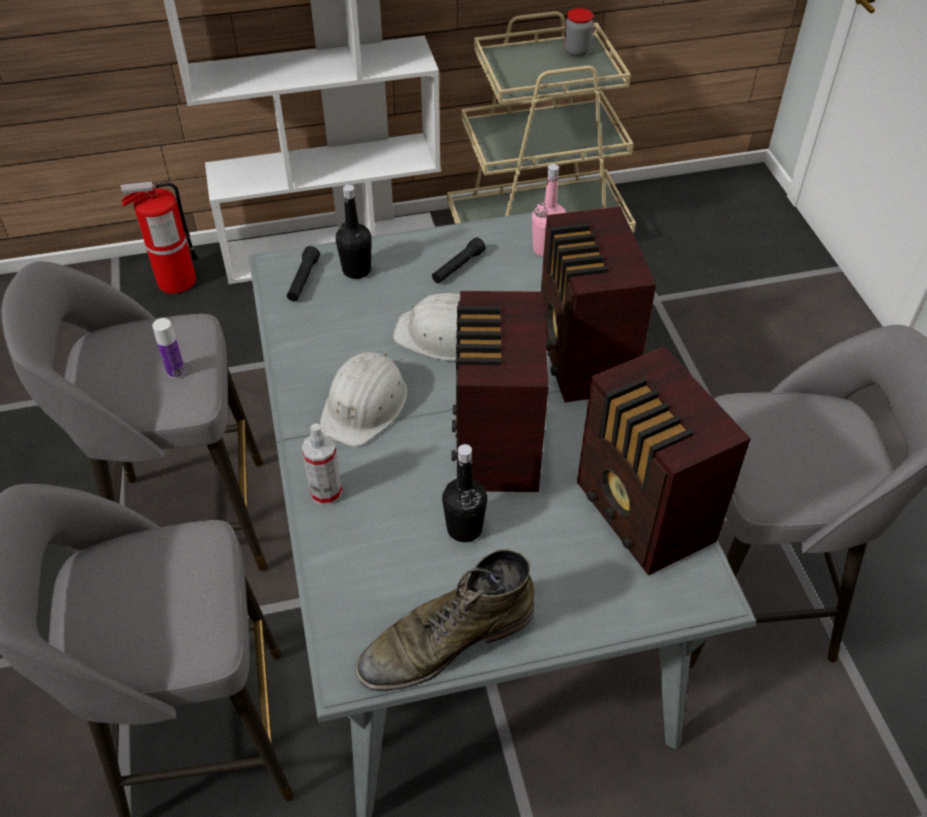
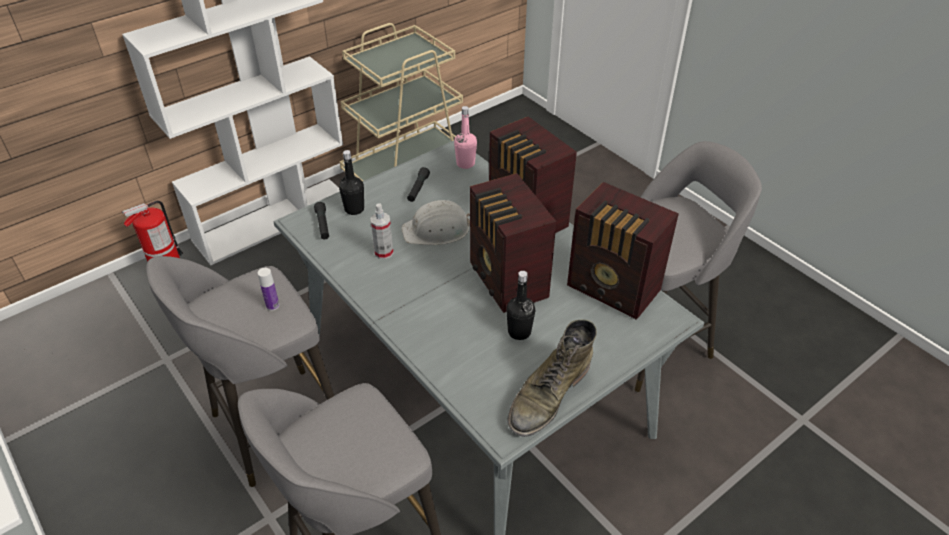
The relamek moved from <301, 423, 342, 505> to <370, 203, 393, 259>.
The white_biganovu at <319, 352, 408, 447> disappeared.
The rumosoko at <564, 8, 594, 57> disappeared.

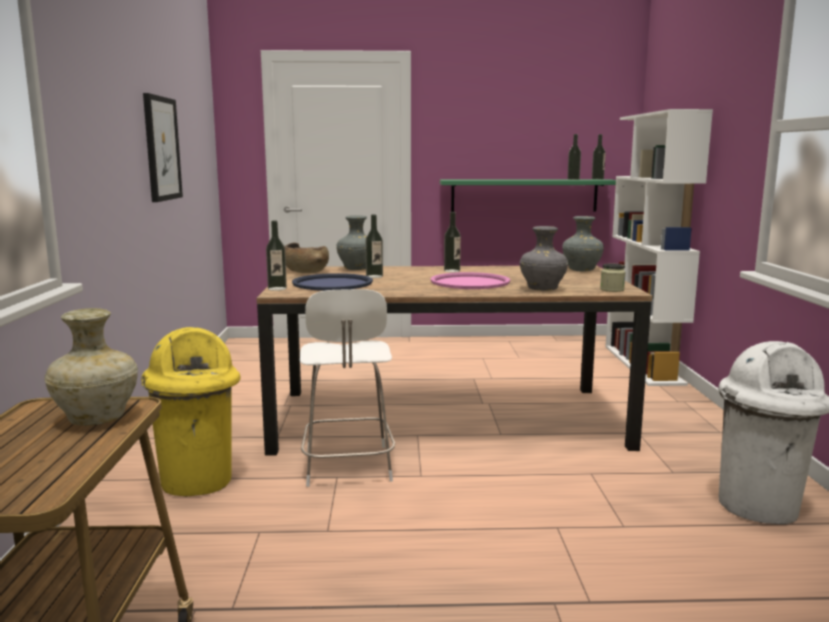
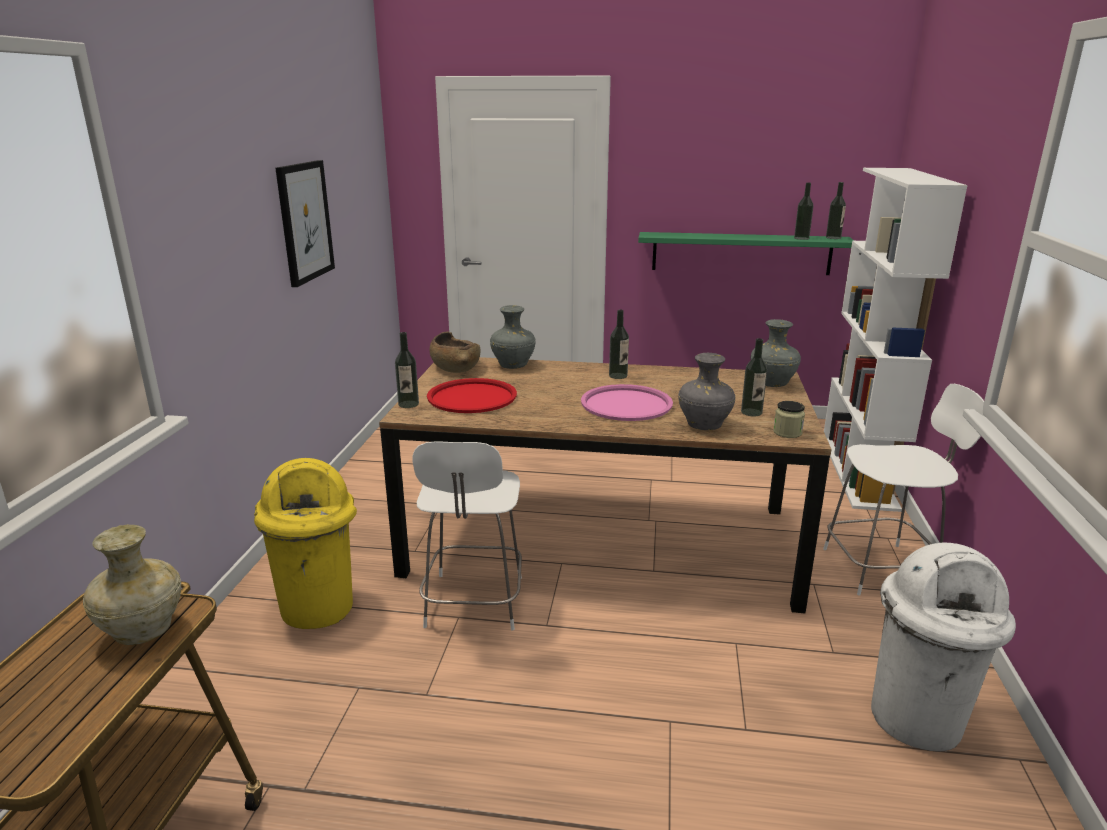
The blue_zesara at <292, 273, 373, 291> became the red_zesara at <427, 378, 517, 413>.
The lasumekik moved from <366, 214, 383, 278> to <741, 338, 767, 416>.
The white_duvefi at <823, 384, 986, 596> appeared.

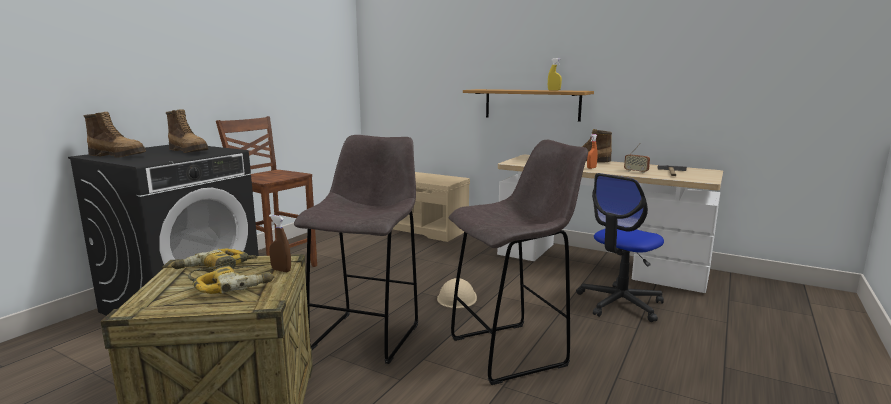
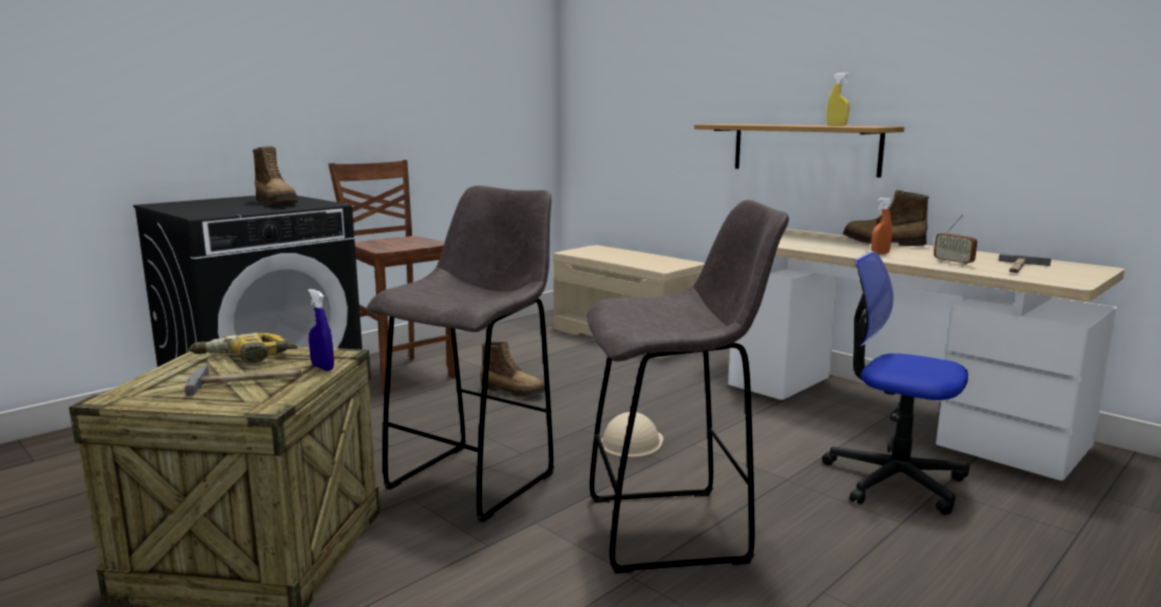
The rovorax moved from <84, 112, 146, 158> to <481, 341, 545, 397>.
The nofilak at <188, 265, 275, 294> was replaced by the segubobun at <185, 365, 301, 396>.
The brown_relamek at <269, 215, 291, 272> became the blue_relamek at <308, 289, 334, 371>.
The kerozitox at <576, 173, 664, 322> turned 60 degrees clockwise.

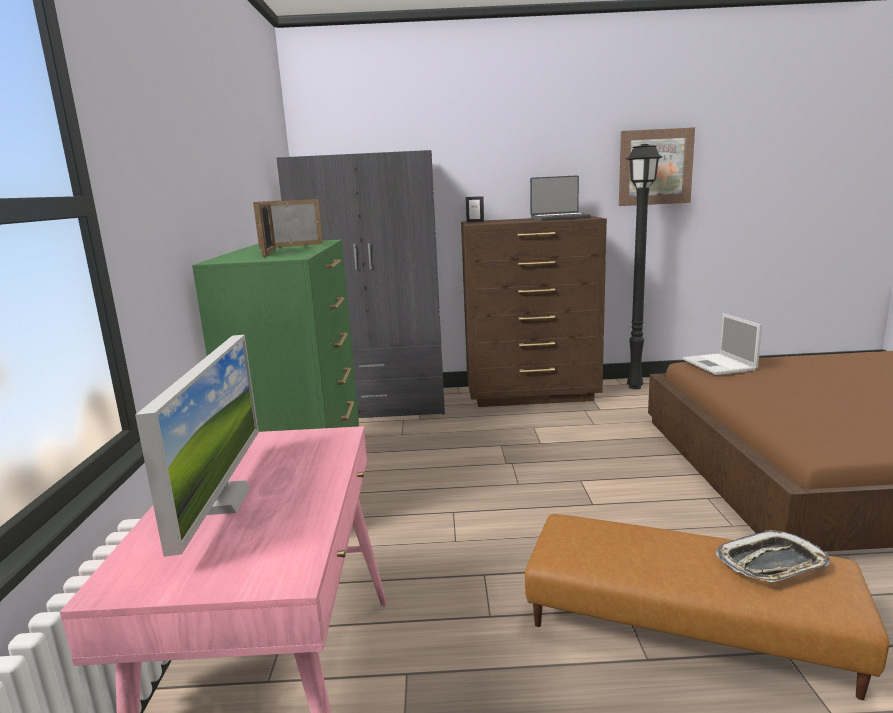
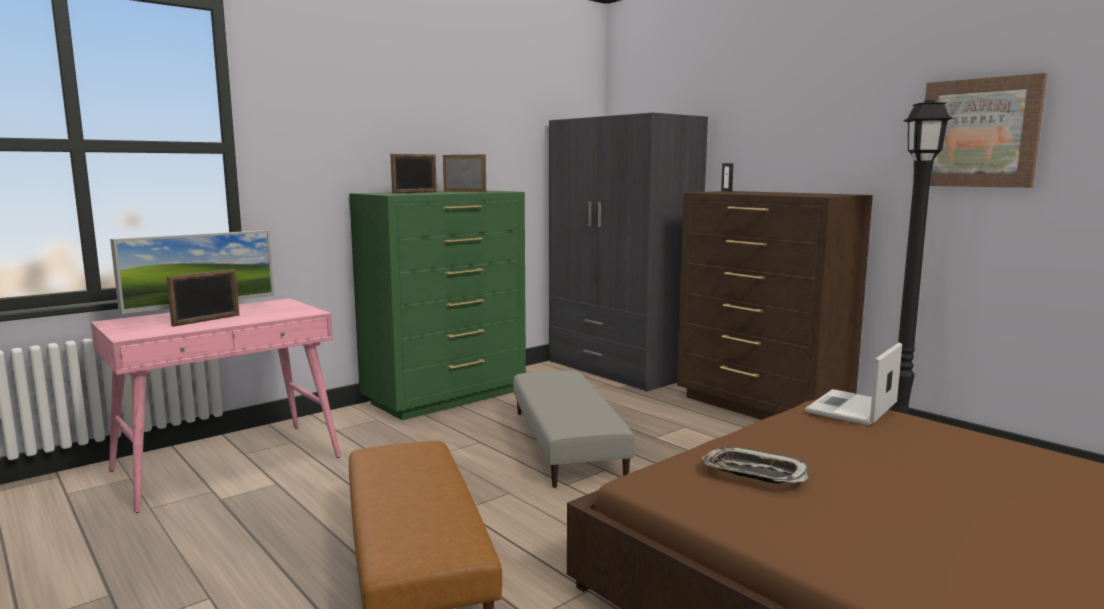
The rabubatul at <530, 175, 591, 221> disappeared.
The zesara moved from <716, 530, 830, 582> to <702, 447, 809, 484>.
The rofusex at <167, 269, 239, 327> appeared.
The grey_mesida at <513, 370, 635, 488> appeared.

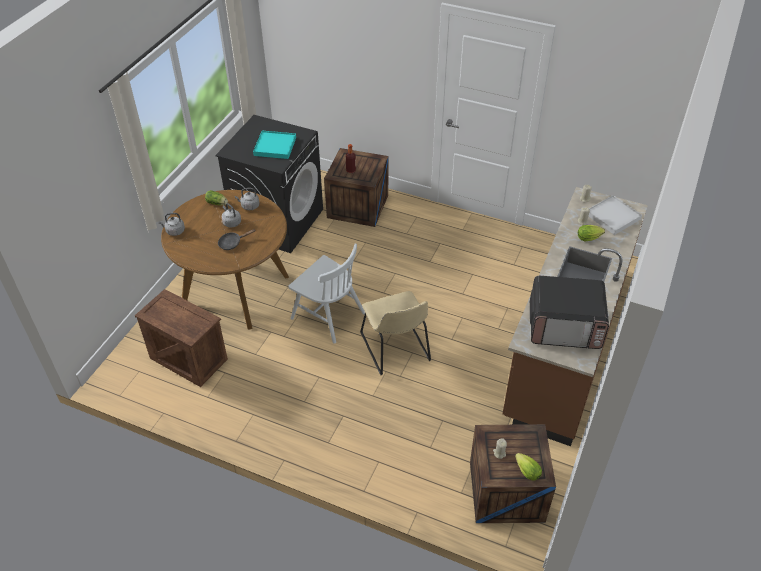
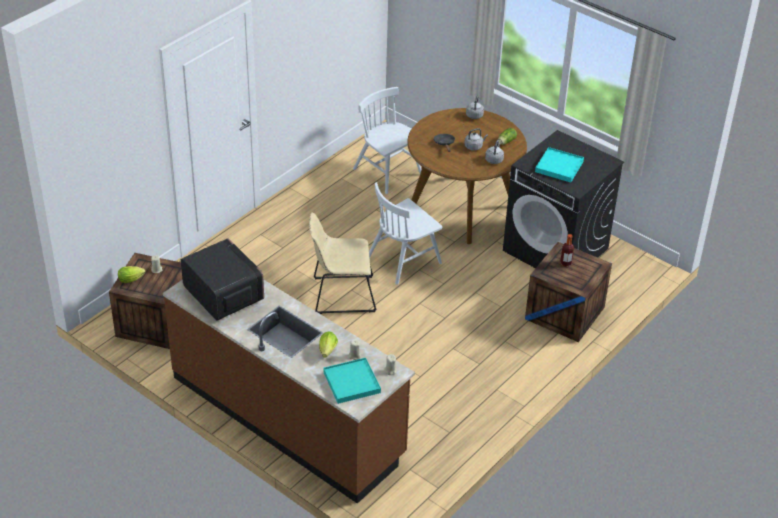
The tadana at <135, 289, 228, 387> was replaced by the white_duvefi at <353, 87, 421, 194>.
The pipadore at <530, 276, 609, 349> turned 120 degrees clockwise.
The white_zesara at <588, 195, 642, 235> became the turquoise_zesara at <323, 358, 381, 404>.

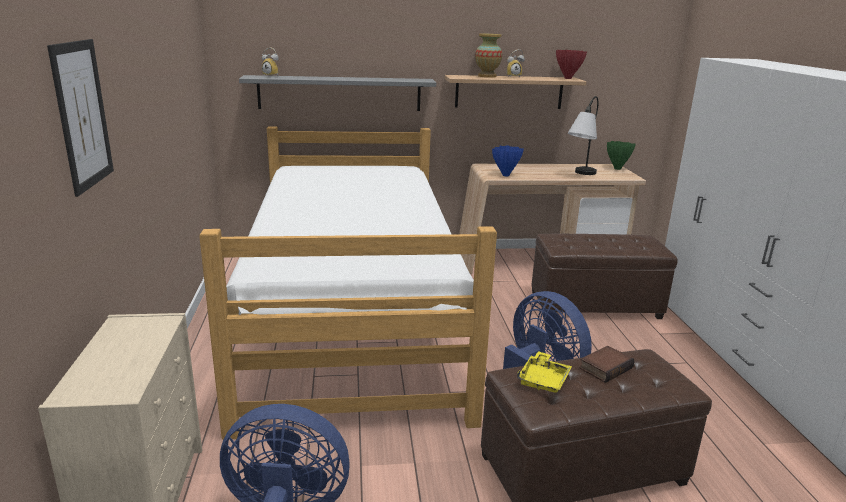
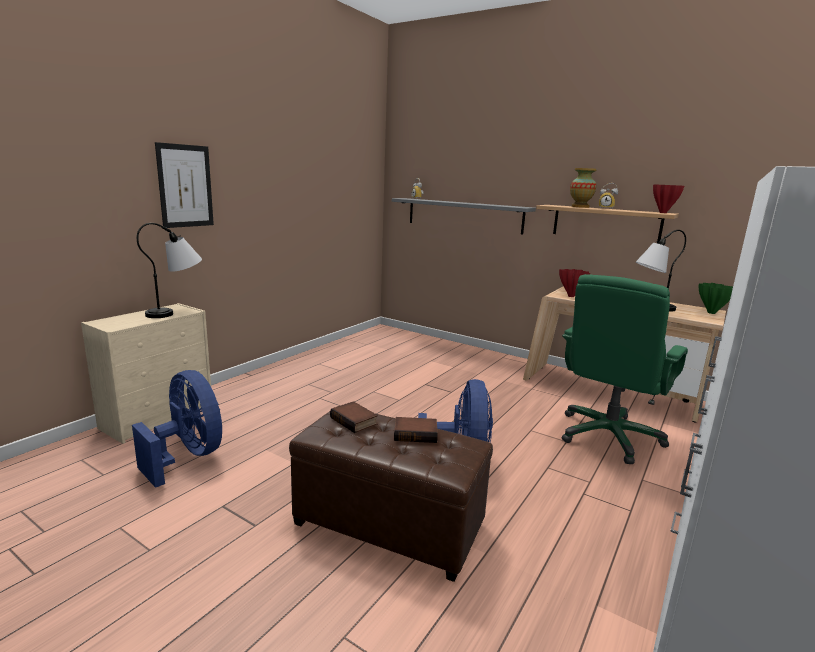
The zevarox at <199, 126, 497, 440> disappeared.
The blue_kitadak at <492, 145, 524, 176> became the red_kitadak at <559, 269, 591, 297>.
The yellow_zesara at <517, 351, 572, 393> was replaced by the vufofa at <330, 401, 378, 433>.
The brown_mesida at <531, 234, 678, 319> was replaced by the green_kerozitox at <562, 274, 688, 464>.
The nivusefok at <137, 223, 202, 318> appeared.

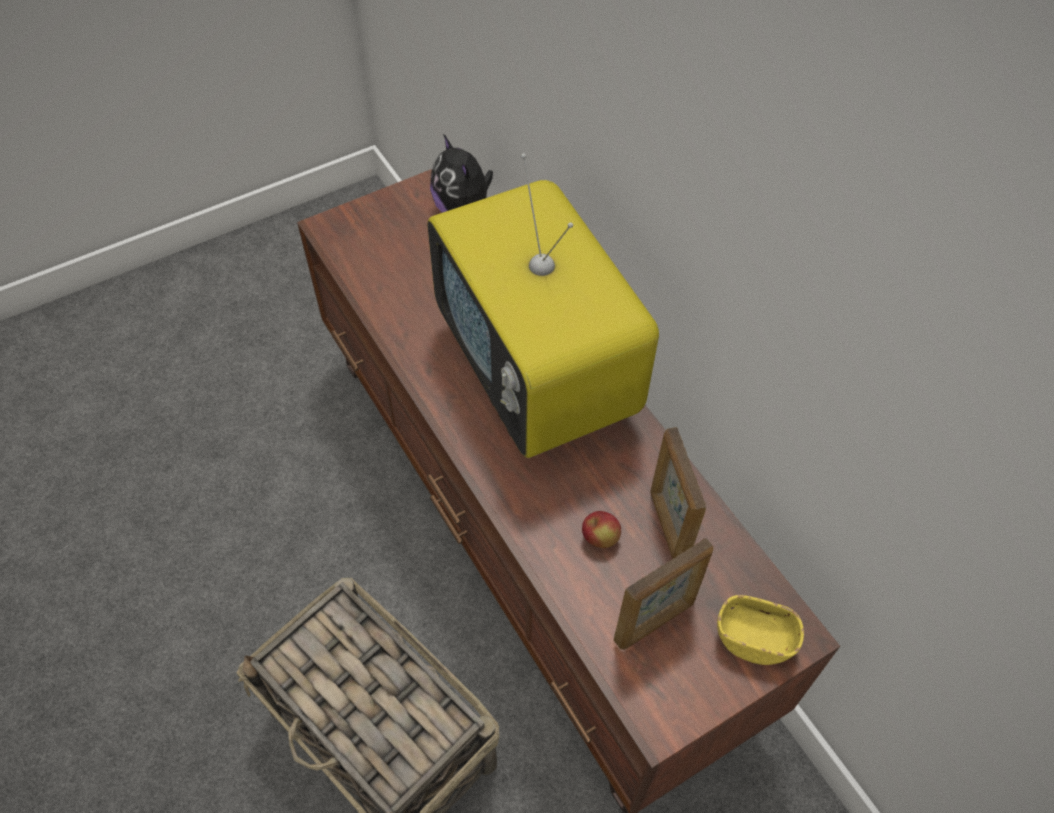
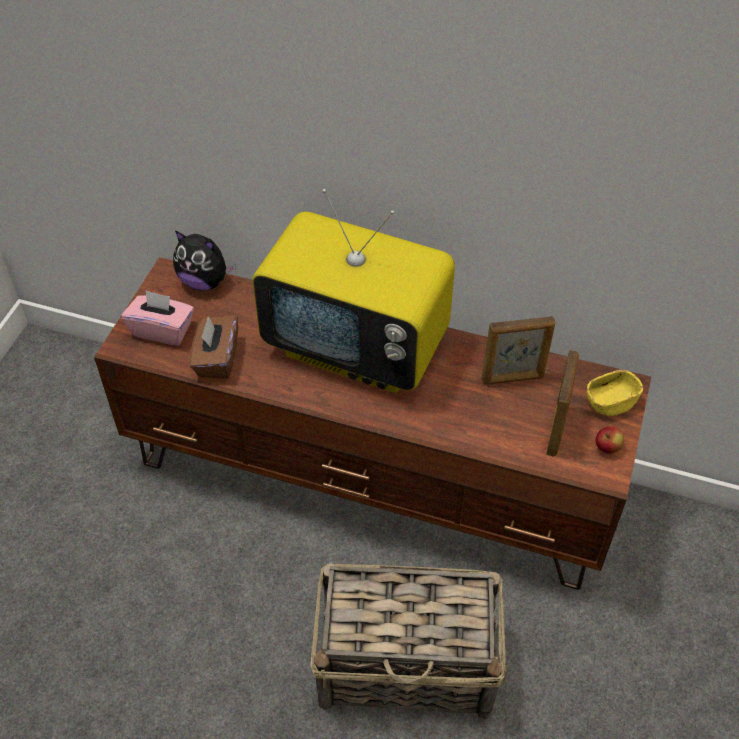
The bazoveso moved from <582, 511, 621, 548> to <595, 426, 624, 454>.
The rofusex at <650, 427, 706, 559> turned 45 degrees counterclockwise.
The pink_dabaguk at <122, 290, 194, 346> appeared.
The brown_dabaguk at <190, 315, 238, 379> appeared.

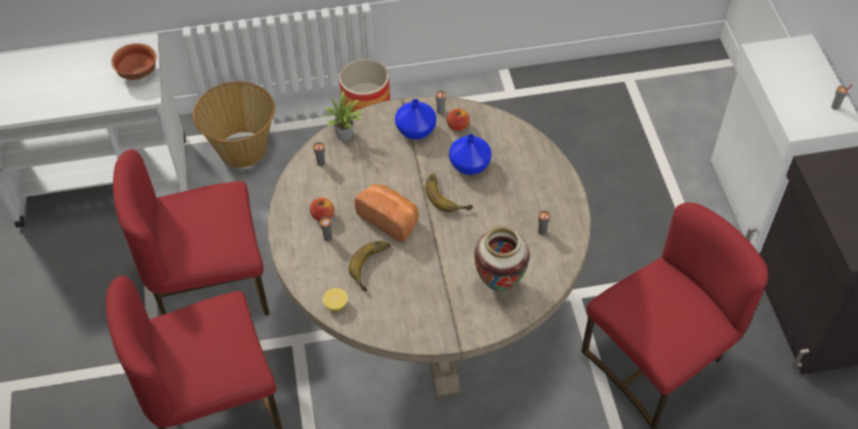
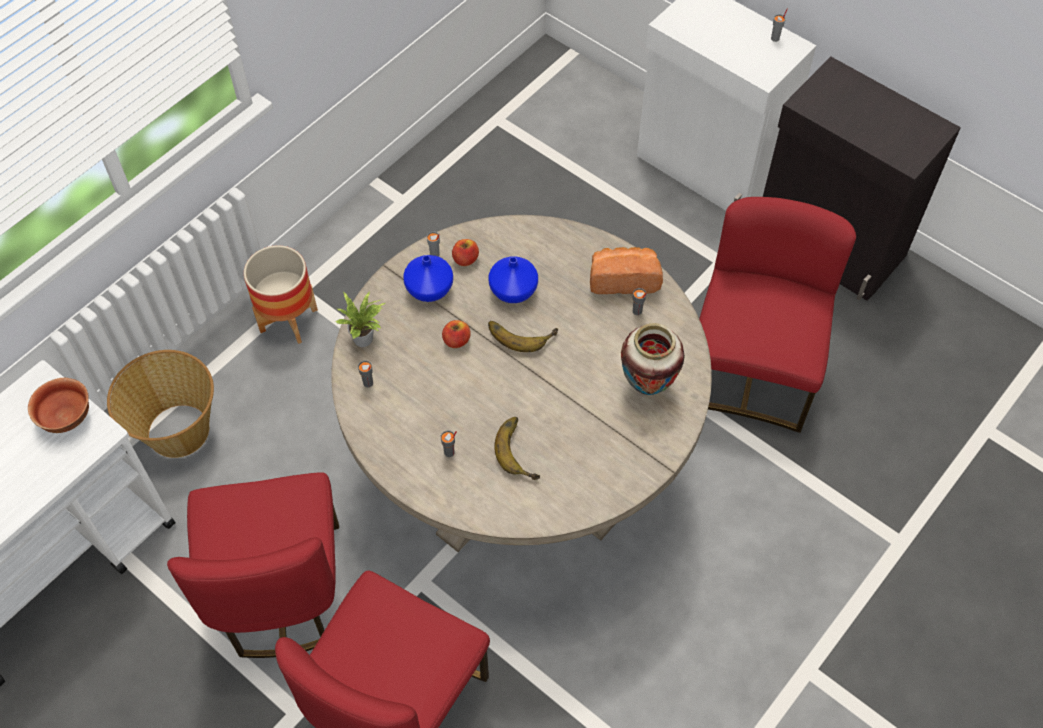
The red_duvefi at <113, 149, 270, 316> turned 45 degrees counterclockwise.
The bazoveso moved from <310, 198, 334, 221> to <442, 320, 471, 348>.
The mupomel at <322, 288, 348, 311> disappeared.
The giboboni moved from <354, 184, 419, 242> to <590, 247, 663, 294>.

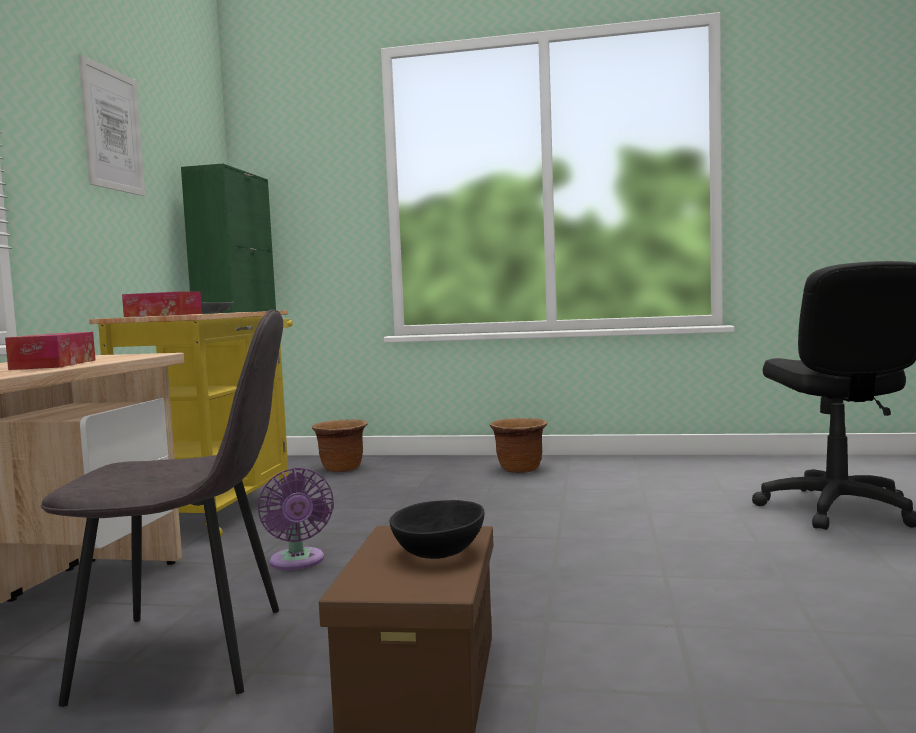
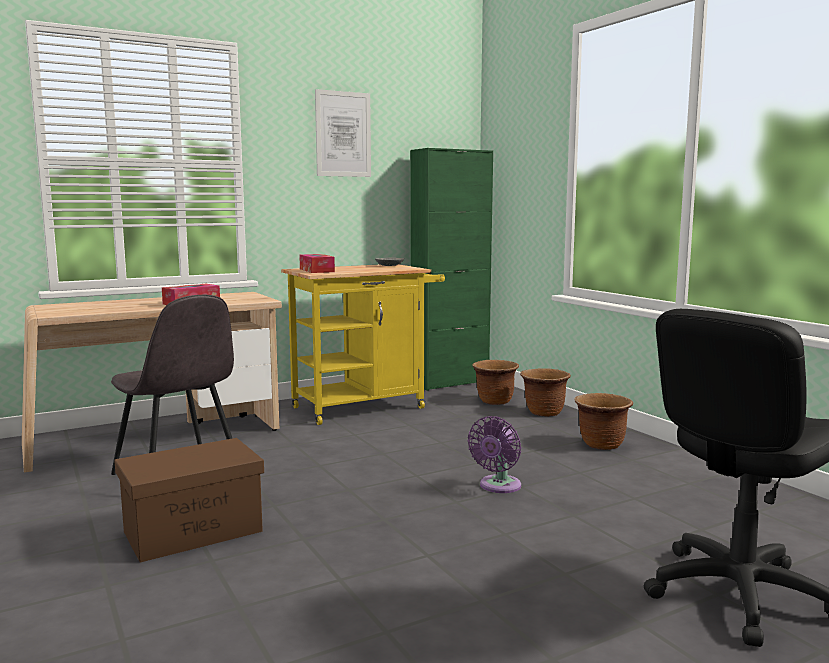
The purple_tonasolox moved from <257, 467, 334, 570> to <468, 416, 521, 493>.
The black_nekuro at <389, 500, 484, 559> disappeared.
The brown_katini at <520, 368, 571, 417> appeared.

